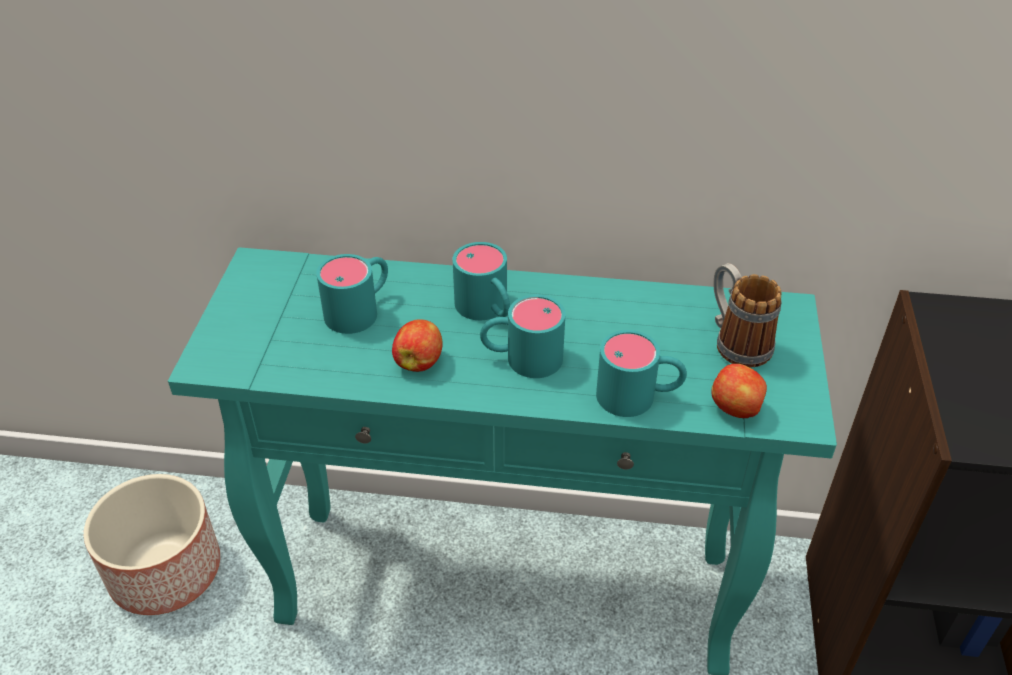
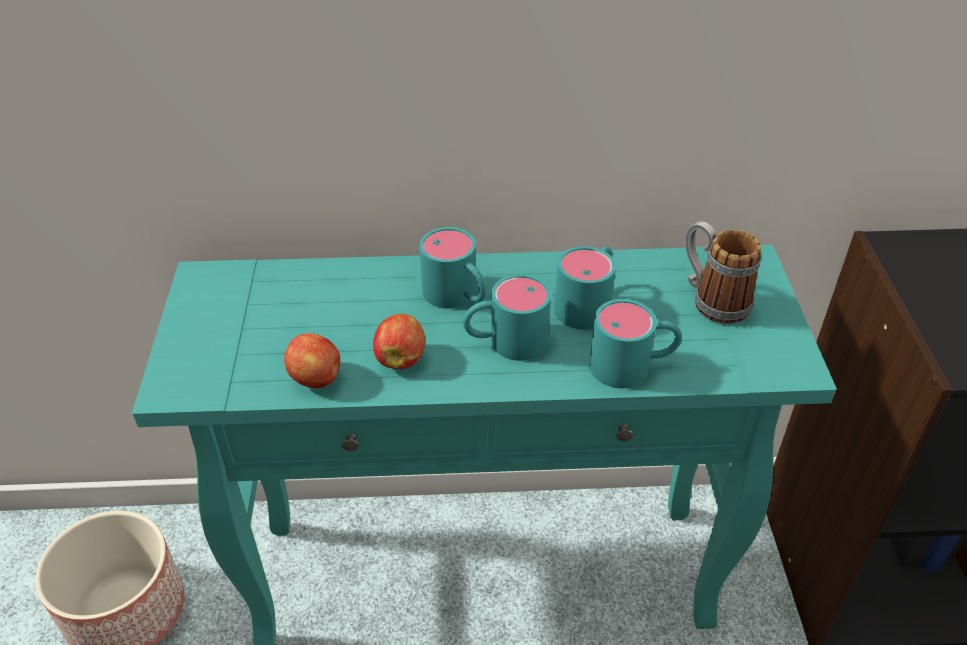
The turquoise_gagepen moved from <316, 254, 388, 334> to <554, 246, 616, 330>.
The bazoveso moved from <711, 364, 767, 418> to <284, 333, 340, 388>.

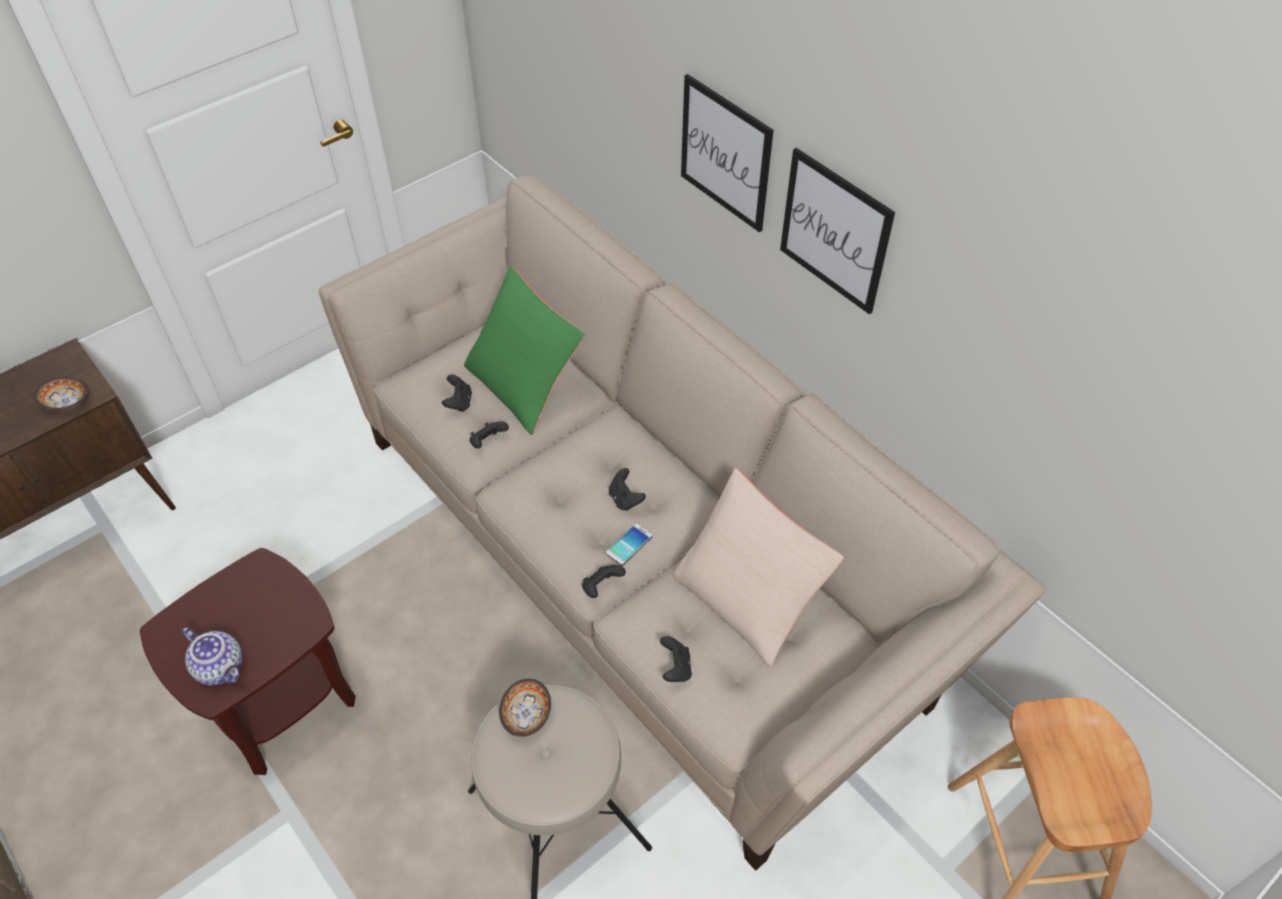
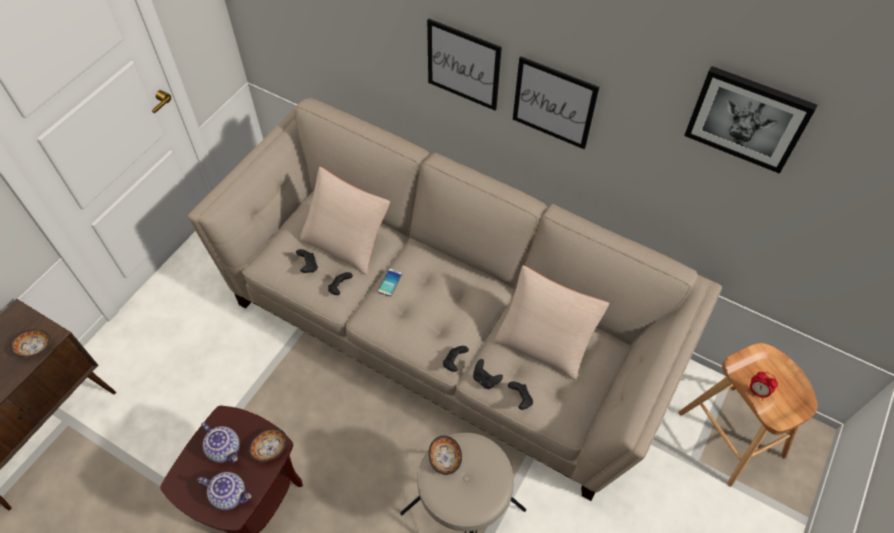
The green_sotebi at <464, 266, 585, 435> became the beige_sotebi at <300, 167, 390, 275>.
The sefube moved from <605, 524, 652, 566> to <378, 269, 402, 296>.
The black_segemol moved from <609, 468, 646, 511> to <473, 359, 503, 389>.
The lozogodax at <201, 422, 240, 463> appeared.
The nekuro at <249, 428, 288, 462> appeared.
The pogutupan at <684, 66, 817, 174> appeared.
The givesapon at <748, 372, 778, 400> appeared.

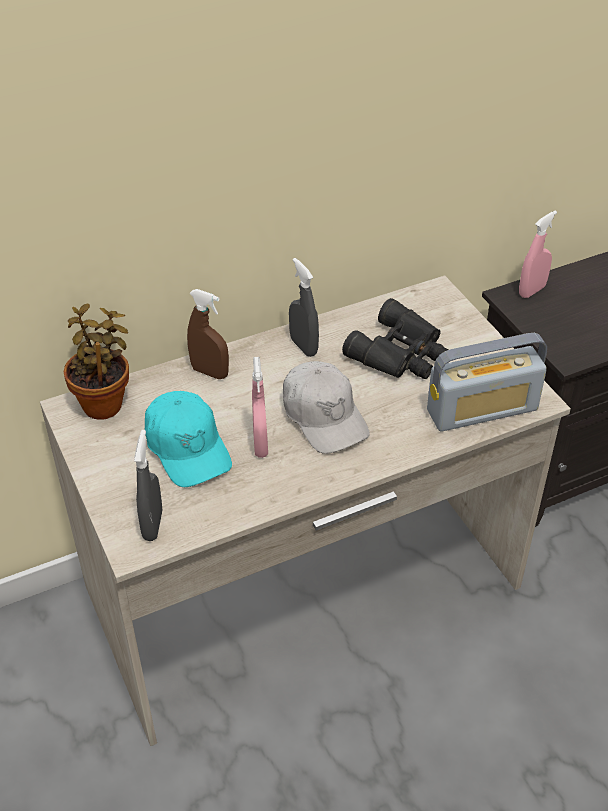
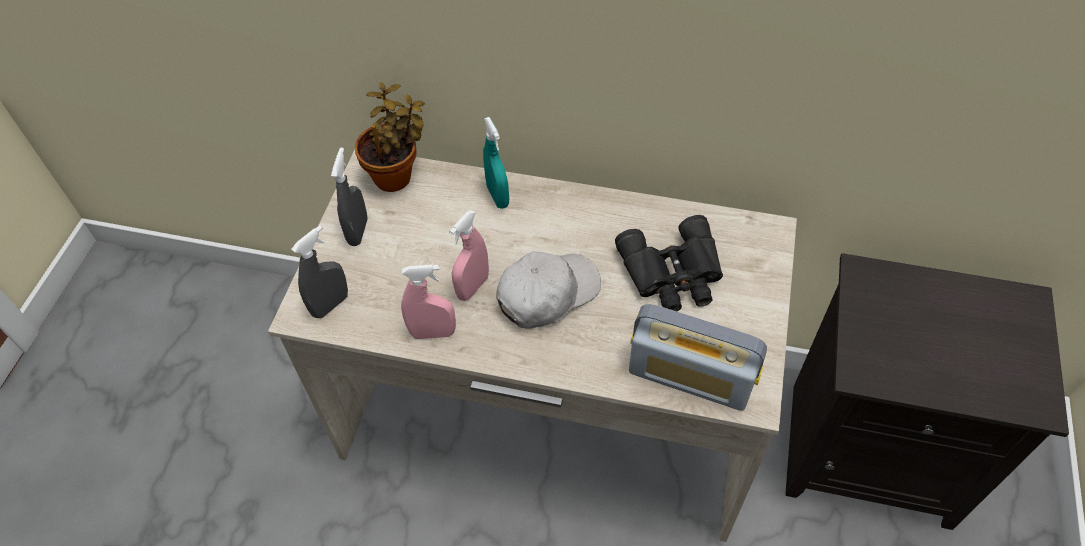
The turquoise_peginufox at <145, 391, 232, 487> disappeared.
The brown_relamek at <187, 289, 229, 379> became the turquoise_relamek at <483, 117, 509, 209>.
The white_peginufox at <283, 361, 370, 454> turned 135 degrees counterclockwise.
The grey_relamek moved from <289, 258, 319, 357> to <331, 147, 368, 246>.
The pink_relamek moved from <519, 211, 557, 298> to <401, 265, 456, 339>.

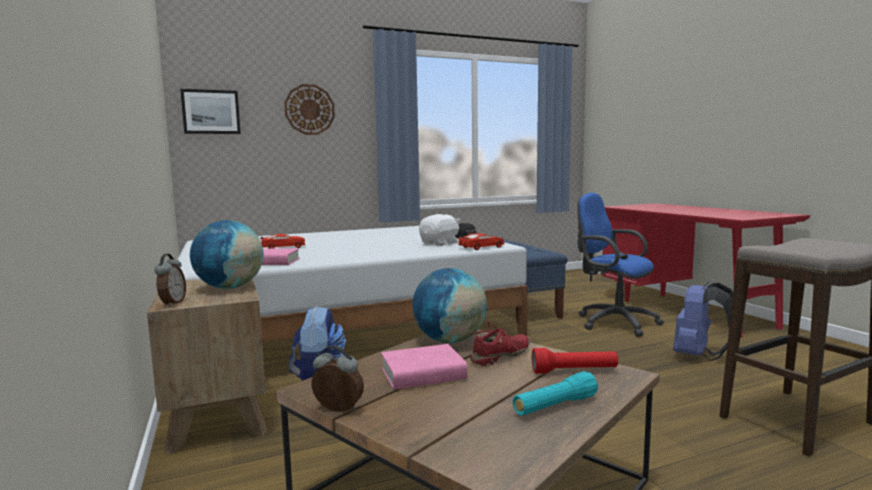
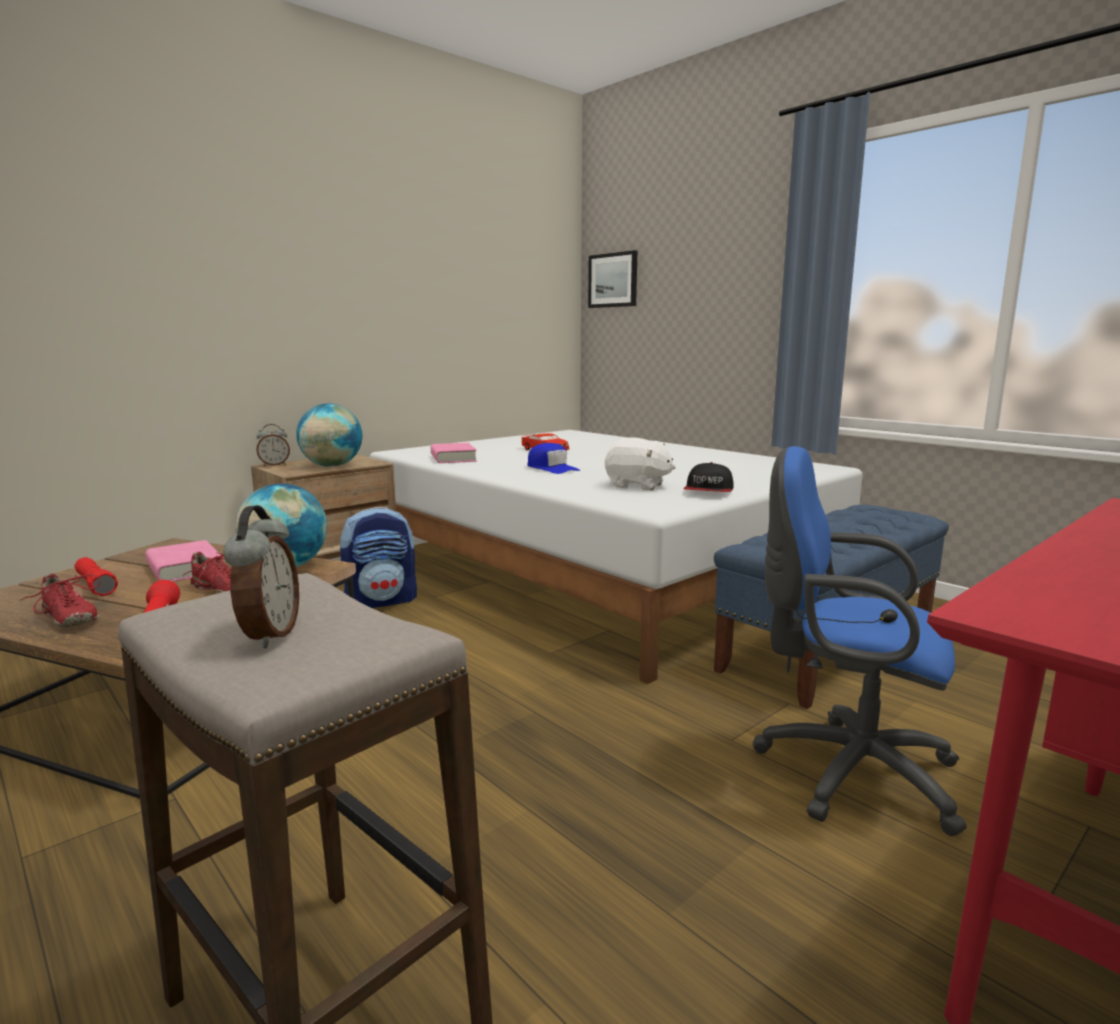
The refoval at <284, 84, 335, 135> disappeared.
The givesapon moved from <311, 346, 364, 412> to <223, 505, 299, 648>.
The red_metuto at <458, 233, 504, 250> disappeared.
The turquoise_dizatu at <513, 371, 598, 416> was replaced by the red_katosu at <20, 574, 100, 628>.
The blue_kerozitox at <577, 193, 664, 337> turned 90 degrees counterclockwise.
The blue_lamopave at <673, 281, 733, 361> disappeared.
The red_dizatu at <75, 557, 118, 596> appeared.
The blue_peginufox at <527, 443, 580, 474> appeared.

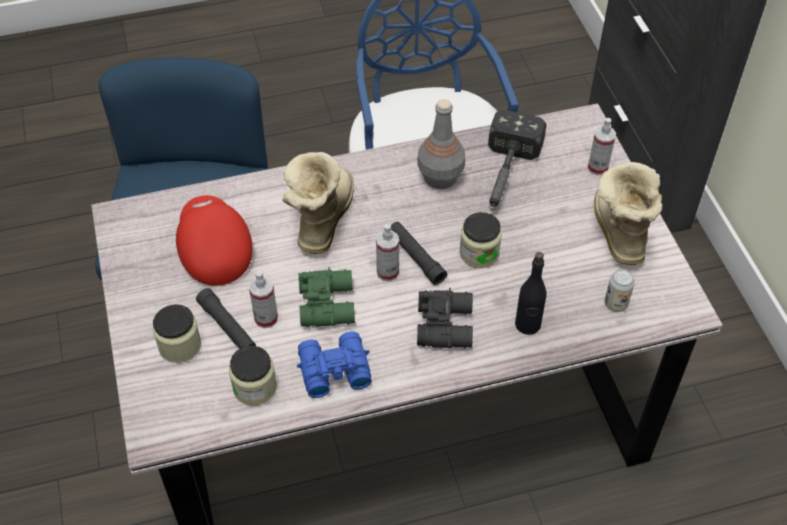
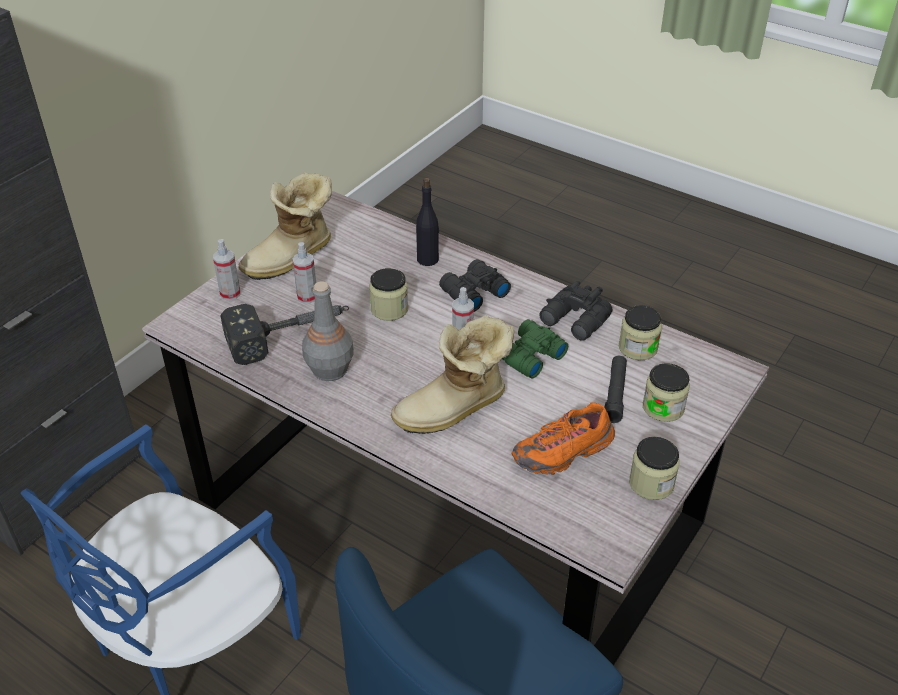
The red_peginufox at <176, 195, 253, 286> was replaced by the orange_katosu at <512, 403, 615, 475>.
The relamek moved from <249, 271, 278, 329> to <292, 242, 316, 304>.
The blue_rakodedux at <297, 331, 372, 398> became the black_rakodedux at <539, 281, 612, 341>.
The black_dizatu at <391, 222, 447, 285> disappeared.
The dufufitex at <605, 269, 635, 312> disappeared.
The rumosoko at <629, 437, 680, 500> appeared.

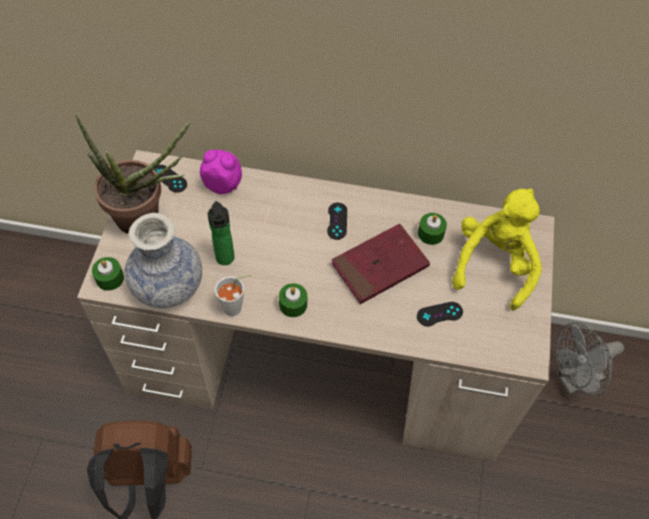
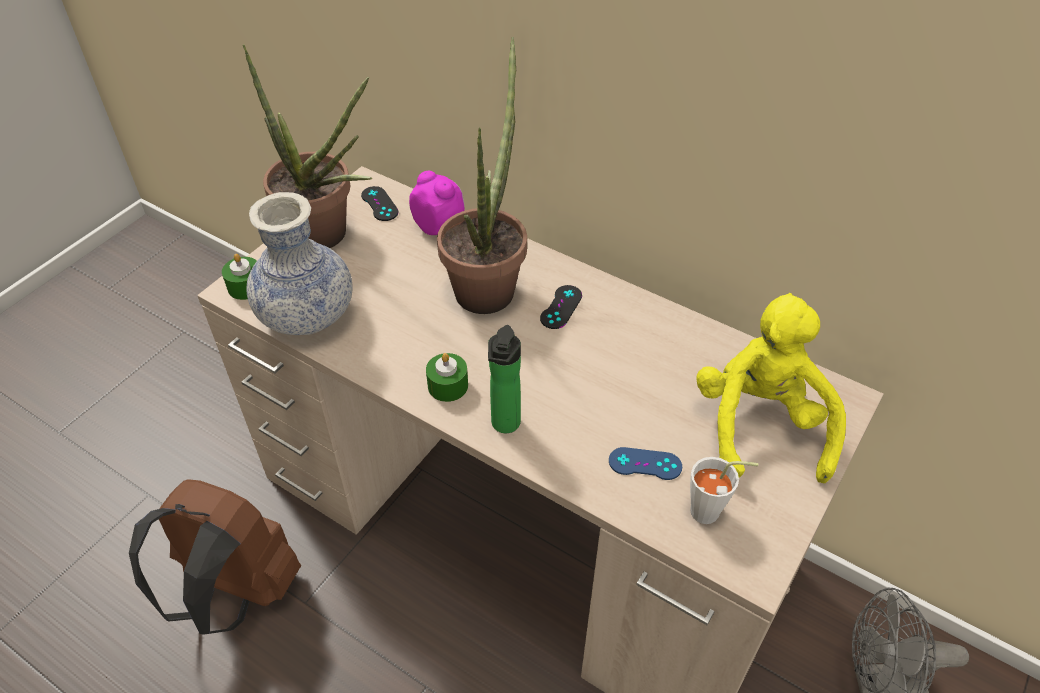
The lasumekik moved from <208, 201, 235, 265> to <488, 325, 521, 433>.
The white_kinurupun moved from <215, 274, 252, 316> to <690, 457, 758, 524>.
The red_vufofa at <331, 224, 430, 304> disappeared.
The black_segemol at <417, 302, 463, 326> became the blue_segemol at <609, 447, 682, 480>.
The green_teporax at <418, 213, 447, 245> disappeared.
The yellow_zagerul at <452, 189, 542, 311> turned 45 degrees counterclockwise.
The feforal at <437, 37, 527, 314> appeared.

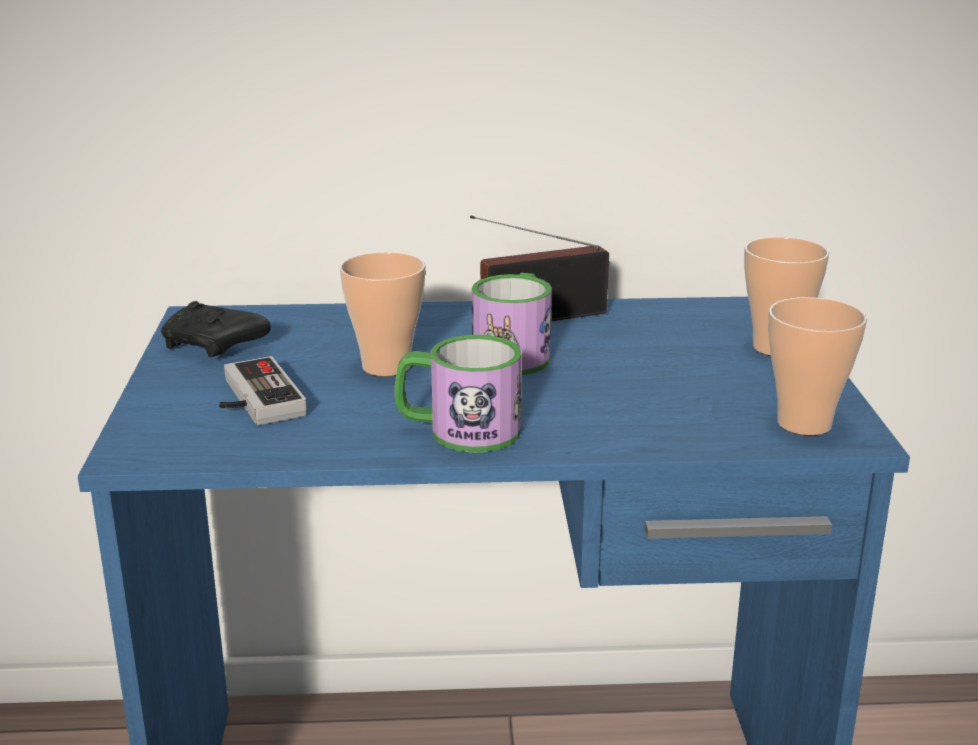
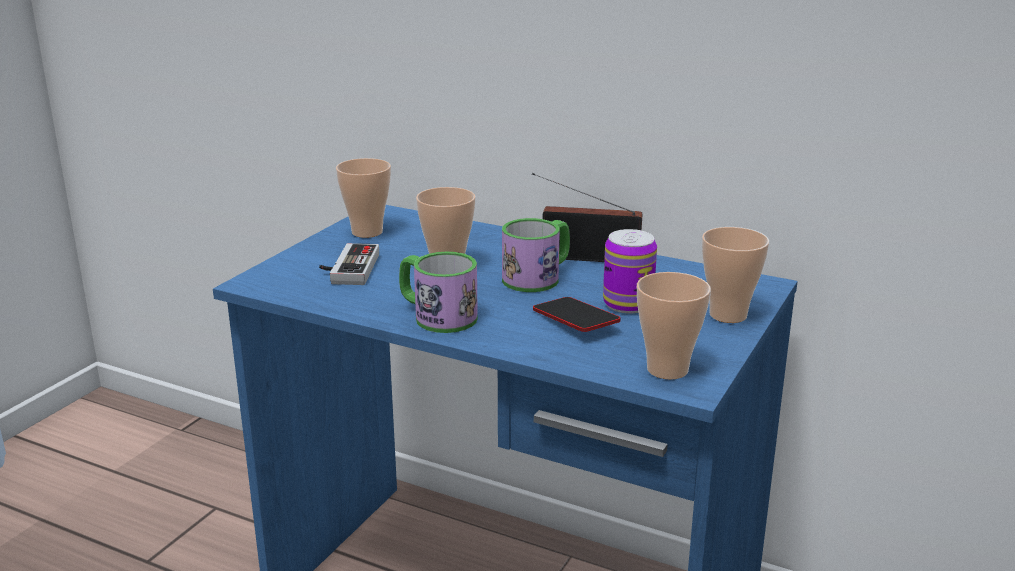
The black_segemol at <161, 301, 271, 357> was replaced by the kinurupun at <336, 158, 391, 238>.
The sefube at <533, 297, 620, 332> appeared.
The dufufitex at <603, 229, 657, 313> appeared.

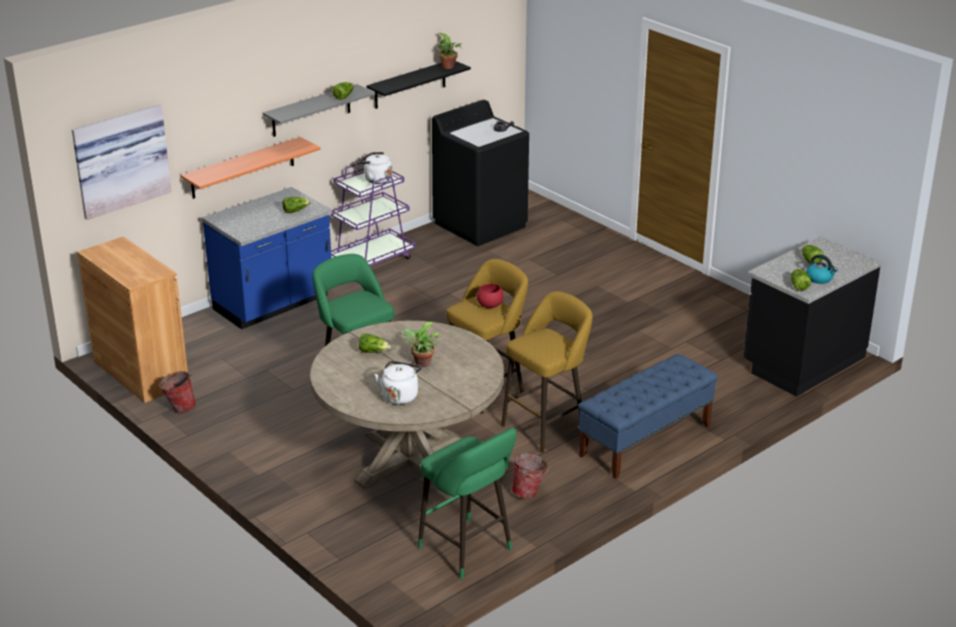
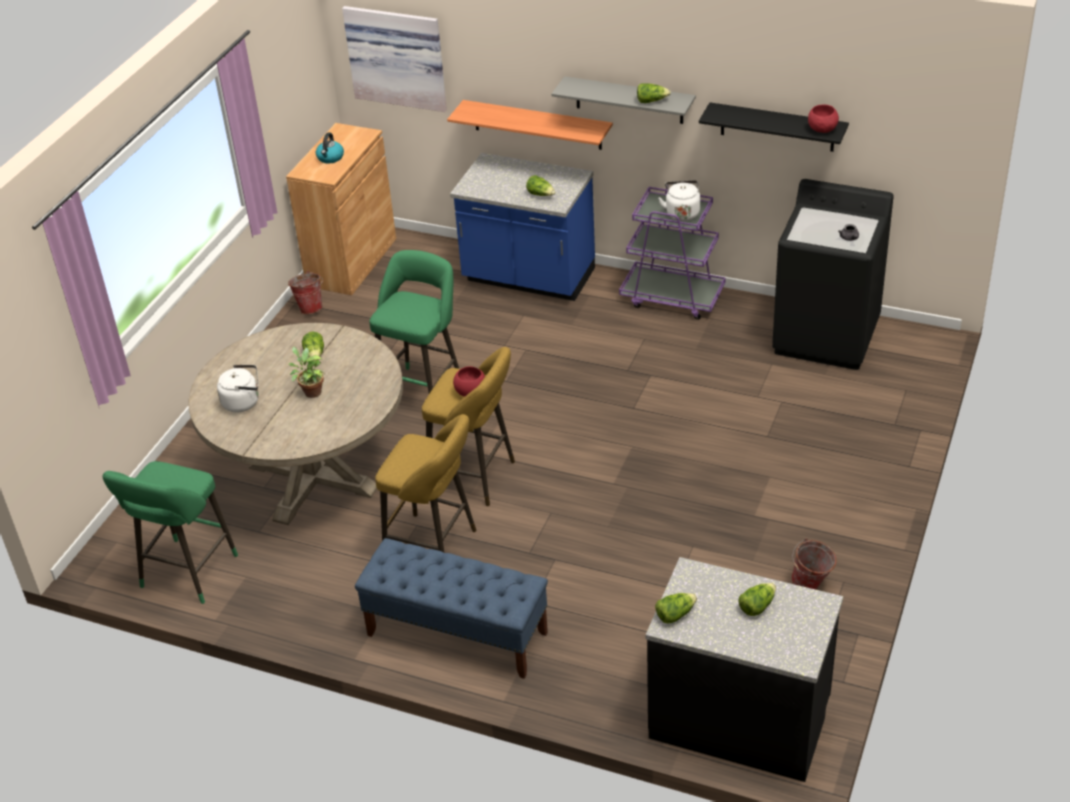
The feforal at <439, 33, 461, 69> was replaced by the red_nekuro at <808, 105, 839, 133>.
The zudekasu moved from <512, 453, 550, 499> to <791, 538, 837, 590>.
The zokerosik moved from <806, 254, 838, 284> to <316, 132, 344, 163>.

